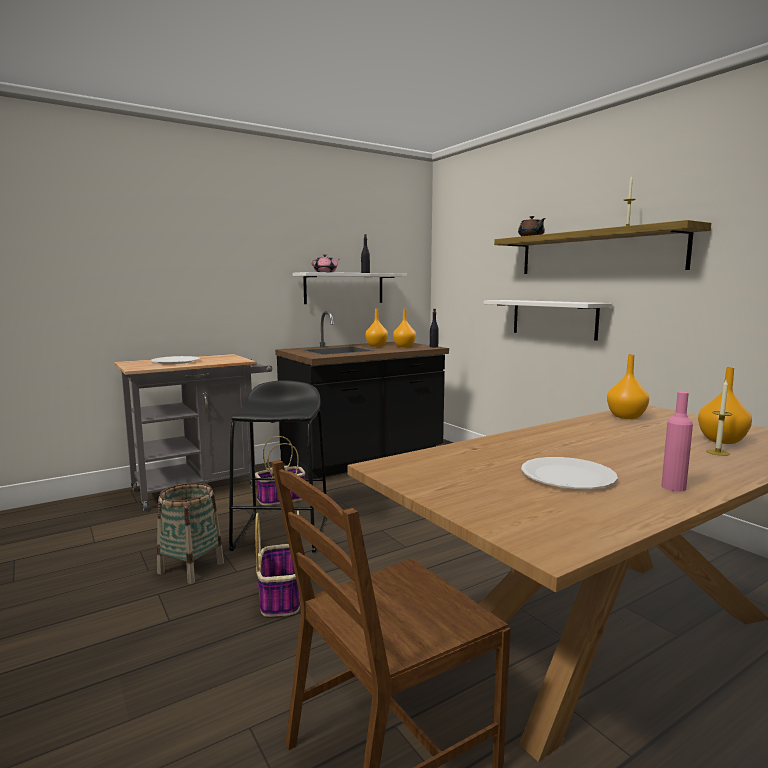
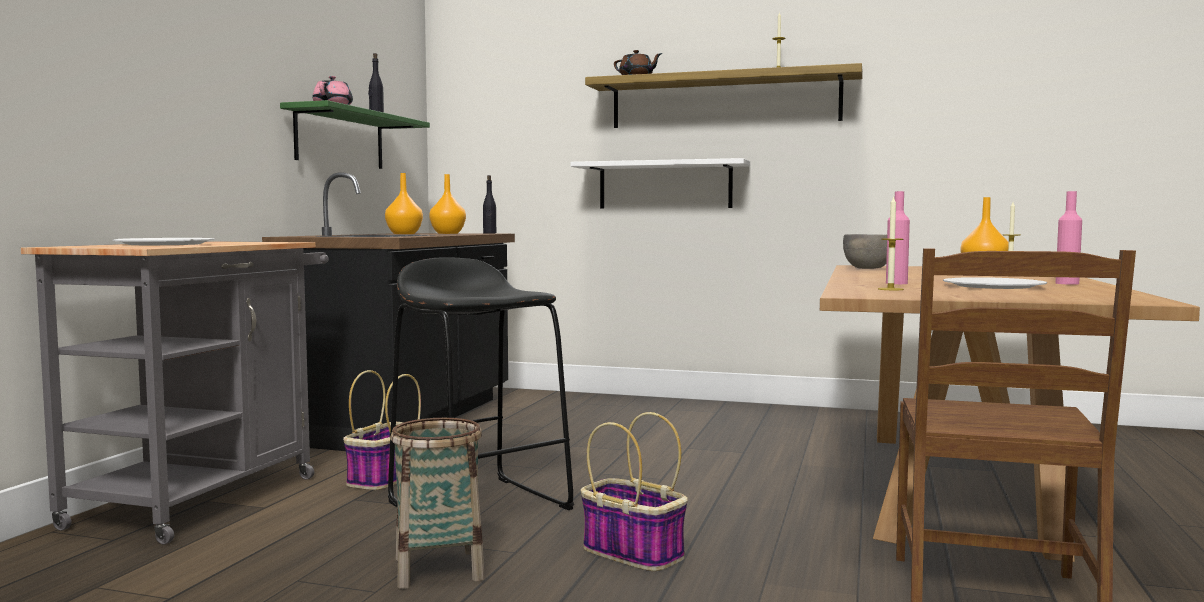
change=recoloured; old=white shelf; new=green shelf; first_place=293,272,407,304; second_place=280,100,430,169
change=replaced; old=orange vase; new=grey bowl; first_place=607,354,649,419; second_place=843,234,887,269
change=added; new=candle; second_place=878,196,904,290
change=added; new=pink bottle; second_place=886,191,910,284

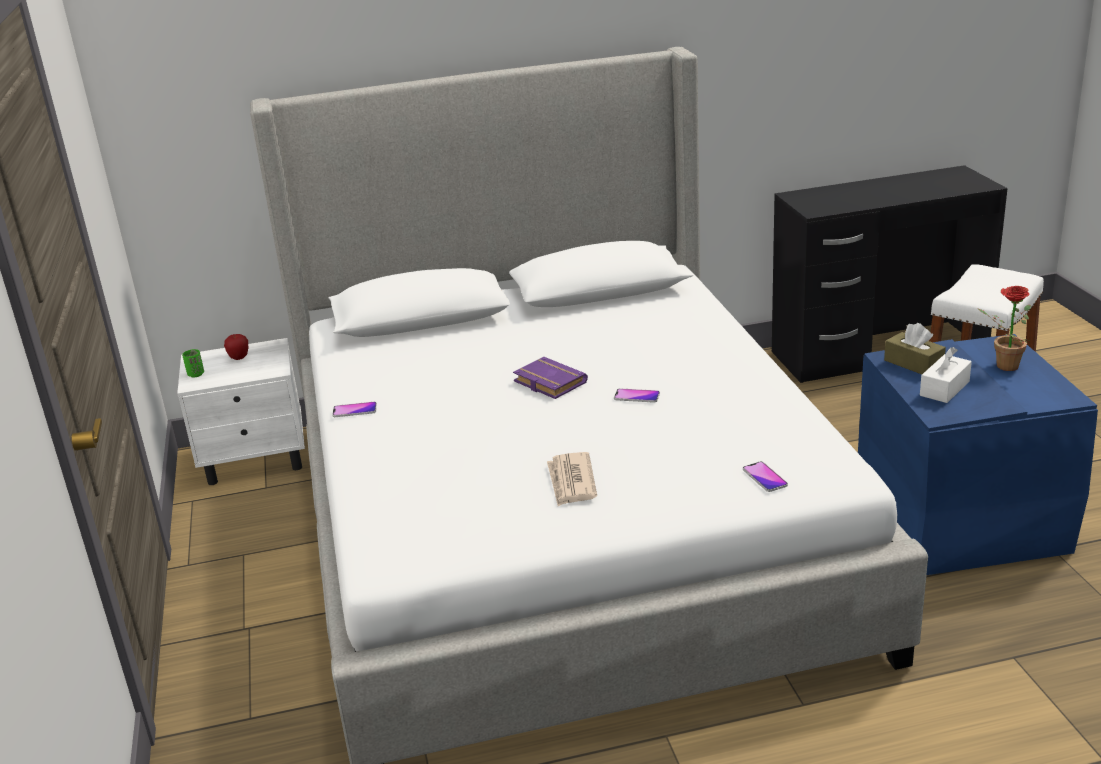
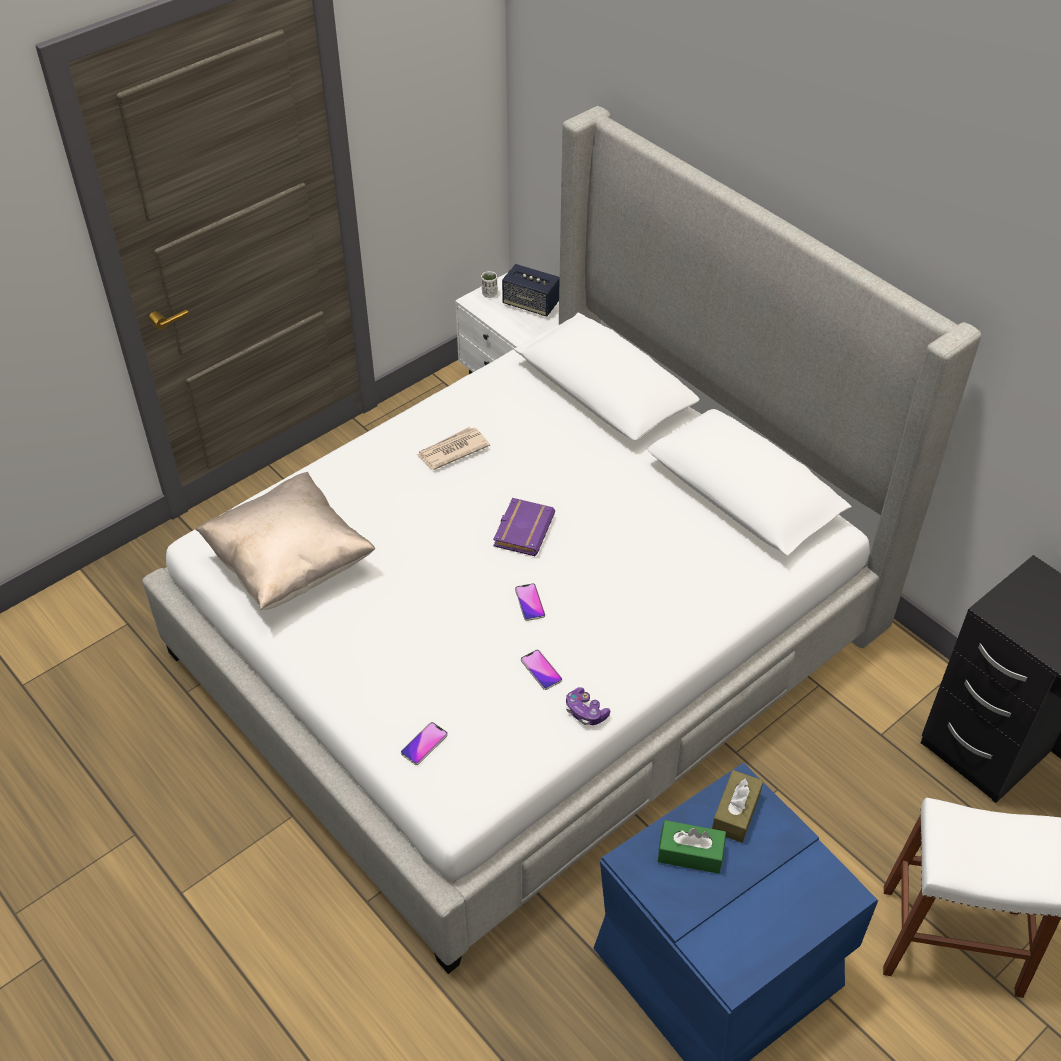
change=recoloured; old=green cup; new=white cup; first_place=182,349,204,377; second_place=481,271,498,298
change=replaced; old=apple; new=speaker; first_place=224,334,248,360; second_place=502,264,560,316
change=moved; old=phone; first_place=332,402,377,417; second_place=521,650,562,690
change=moved; old=newspaper; first_place=547,452,597,506; second_place=417,427,490,470
change=recoloured; old=white tissue box; new=green tissue box; first_place=920,347,972,403; second_place=658,820,726,874
change=removed; old=potted plant; first_place=977,286,1031,371
change=added; new=beige pillow; second_place=195,472,375,610
change=added; new=game controller; second_place=566,687,610,725

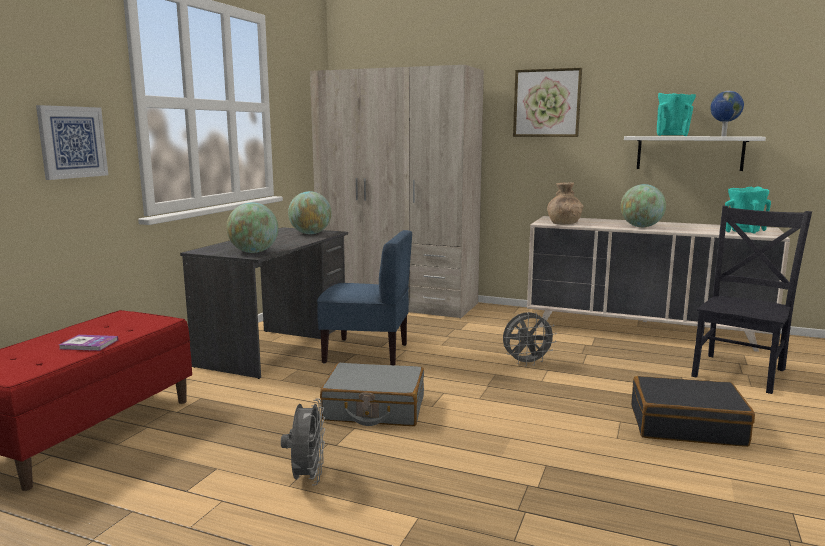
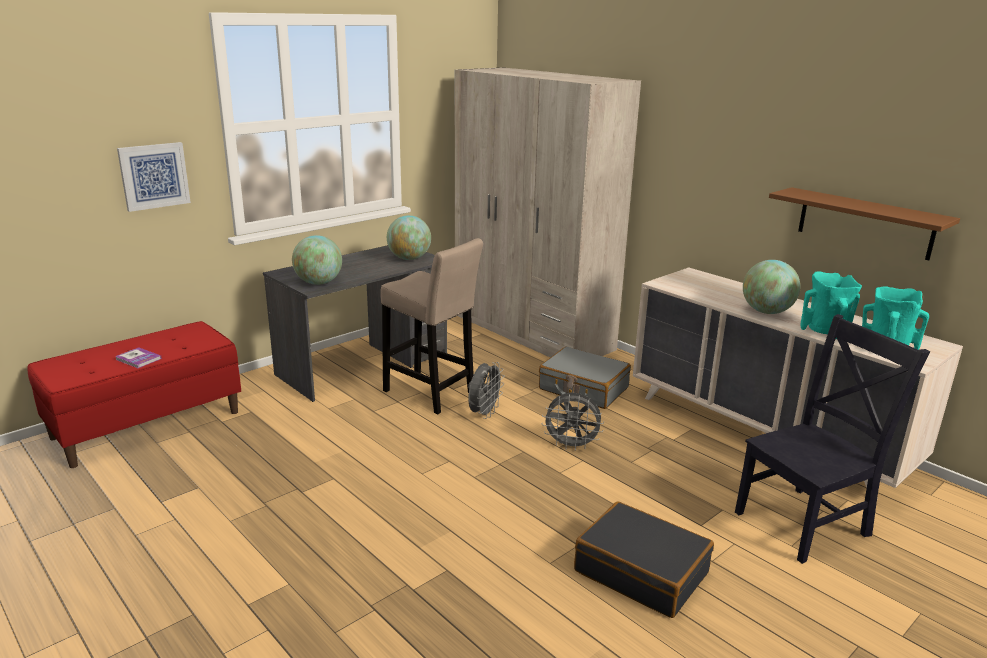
change=moved; old=grey fan; first_place=281,398,325,485; second_place=468,362,505,419
change=replaced; old=blue chair; new=beige stool; first_place=317,230,412,365; second_place=380,238,483,414
change=moved; old=grey suitcase; first_place=320,362,424,426; second_place=539,347,631,409
change=removed; old=picture; first_place=513,68,582,137
change=removed; old=brown vase; first_place=547,182,584,224
change=recoloured; old=white shelf; new=brown shelf; first_place=624,136,766,171; second_place=769,187,960,260
change=moved; old=turquoise vase; first_place=657,93,696,136; second_place=801,271,862,339
change=removed; old=globe; first_place=710,91,744,136

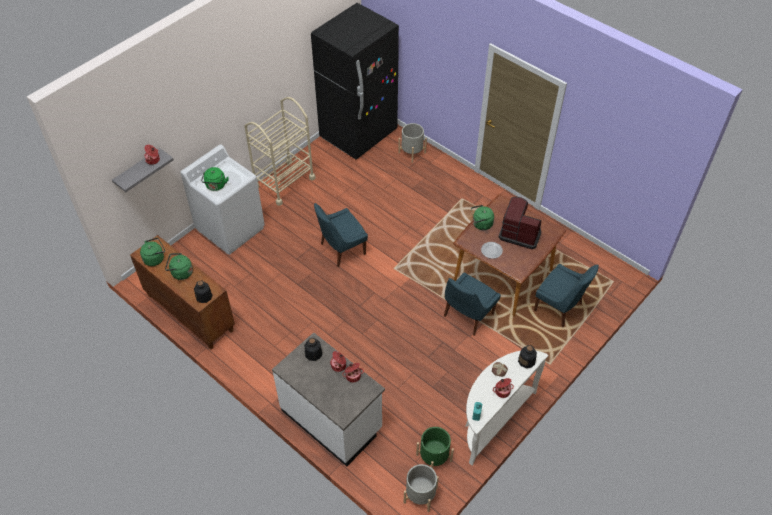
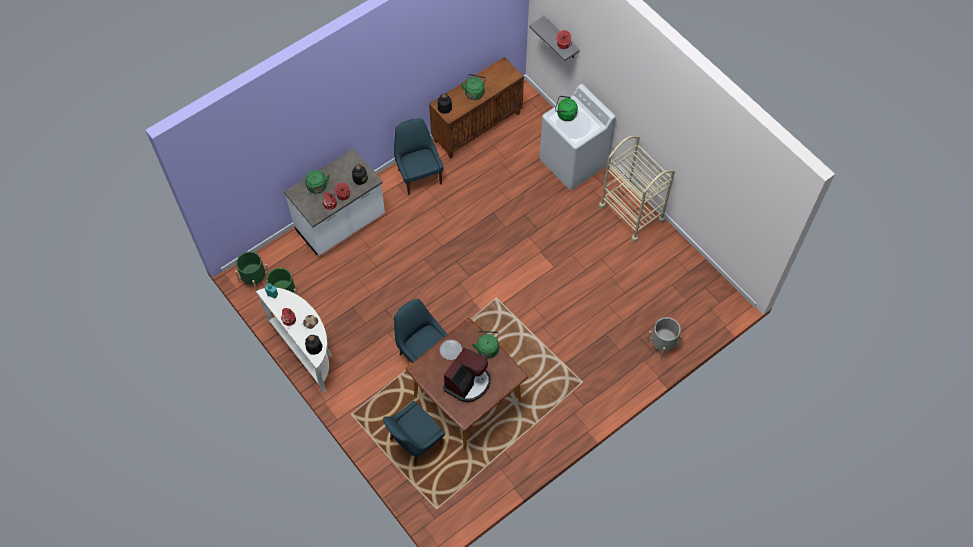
change=moved; old=green kettle; first_place=140,238,165,266; second_place=305,170,330,193
change=removed; old=black fridge; first_place=311,3,399,160
change=moved; old=blue chair; first_place=314,203,368,267; second_place=394,118,444,195
change=recoloured; old=grey planter; new=green planter; first_place=403,464,439,512; second_place=235,251,269,291

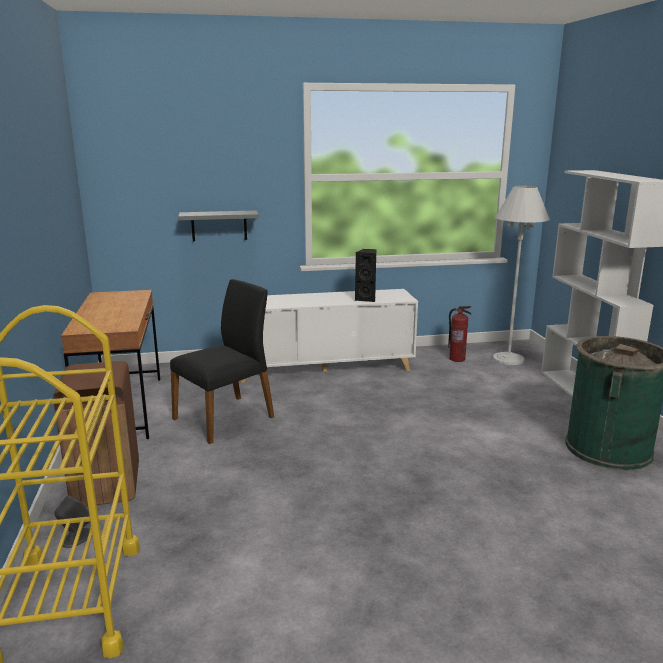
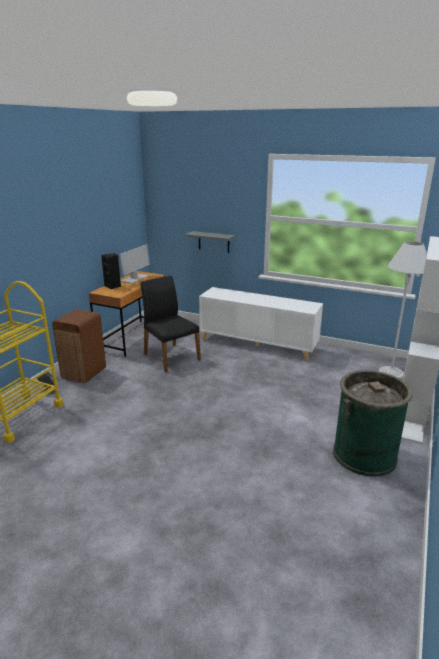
change=turned; old=black chair; first_place=170,279,274,444; second_place=140,276,201,372; degrees=-120
change=moved; old=black speaker; first_place=355,249,376,302; second_place=101,253,121,289
change=removed; old=fire extinguisher; first_place=448,306,471,362
change=added; new=monitor; second_place=120,244,150,284

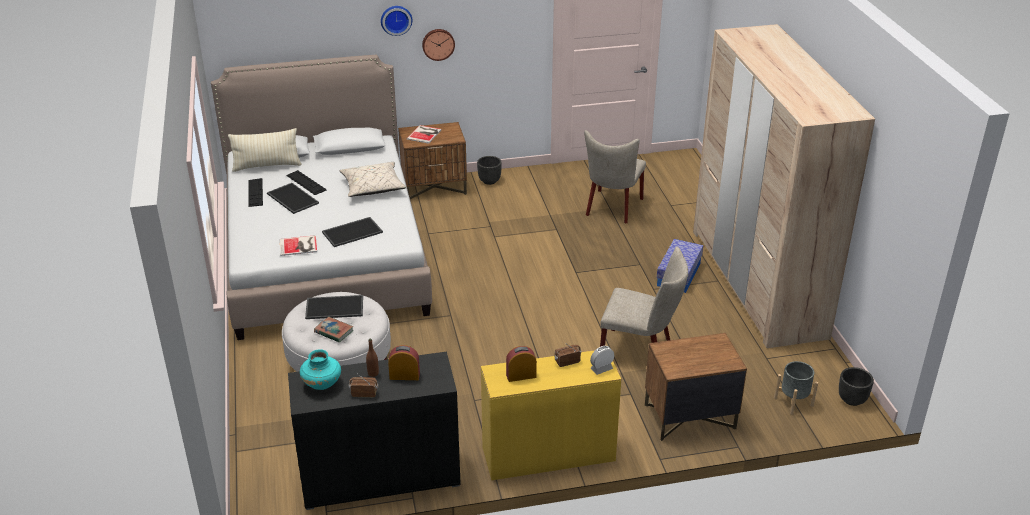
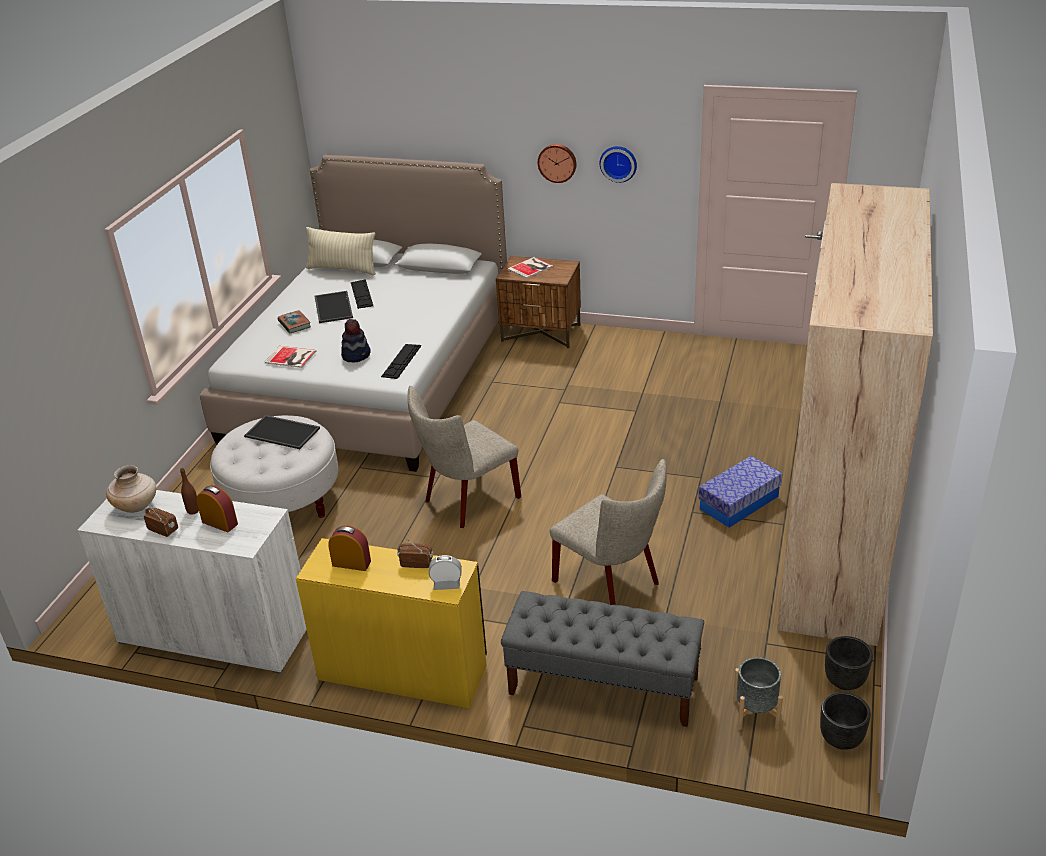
change=moved; old=keyboard; first_place=248,178,263,207; second_place=381,344,421,379
change=recoloured; old=black cabinet; new=white cabinet; first_place=288,352,461,510; second_place=78,490,307,674
change=recoloured; old=turquoise vase; new=beige vase; first_place=300,349,341,390; second_place=106,465,156,513
change=moved; old=book; first_place=314,317,354,343; second_place=278,310,311,333
change=replaced; old=tray; new=hat; first_place=322,217,383,247; second_place=341,319,371,362
change=removed; old=beige pillow; first_place=340,162,407,197
change=moved; old=wall clock; first_place=381,6,412,36; second_place=600,146,637,183
change=moved; old=black planter; first_place=477,156,502,185; second_place=825,636,873,690
change=moved; old=beige chair; first_place=584,130,646,224; second_place=408,386,521,528
change=replaced; old=brown nightstand; new=grey bench; first_place=645,333,747,441; second_place=501,591,704,727

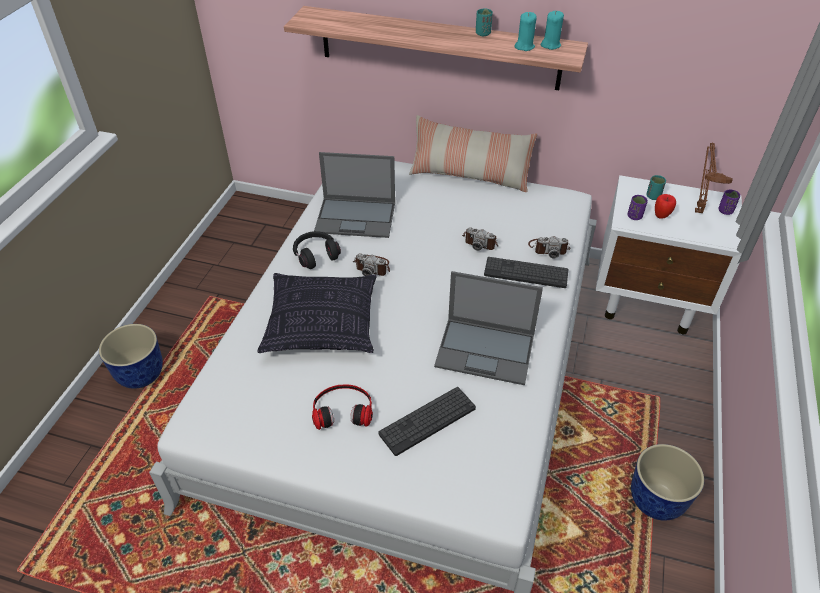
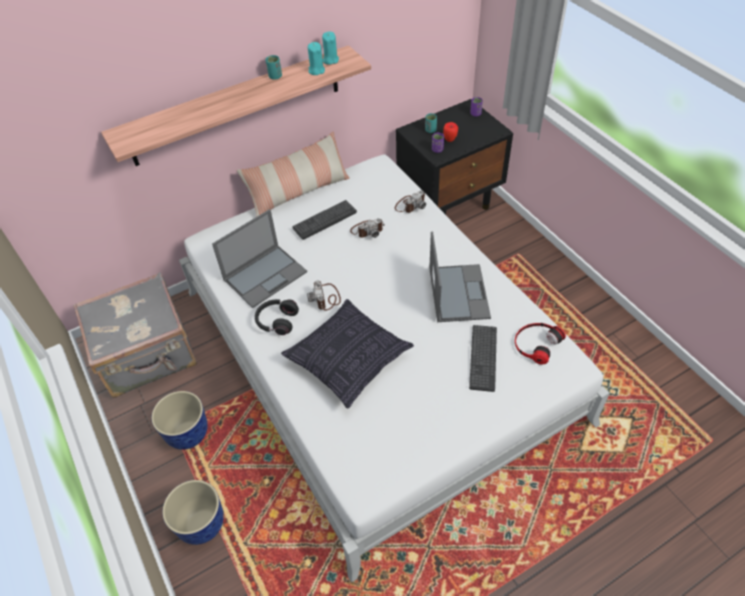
change=moved; old=headphones; first_place=312,384,373,430; second_place=515,323,566,365
change=turned; old=photo camera; first_place=353,253,390,276; second_place=307,280,341,311; degrees=105
change=turned; old=laptop; first_place=434,271,543,385; second_place=429,231,491,322; degrees=-60
change=moved; old=keyboard; first_place=484,257,568,288; second_place=293,200,357,240
change=recoloured; old=white nightstand; new=black nightstand; first_place=595,175,742,334; second_place=396,99,513,215
change=moved; old=planter; first_place=631,444,704,521; second_place=151,391,208,450
change=removed; old=brown table lamp; first_place=695,143,733,213
change=added; new=grey suitcase; second_place=73,273,197,398

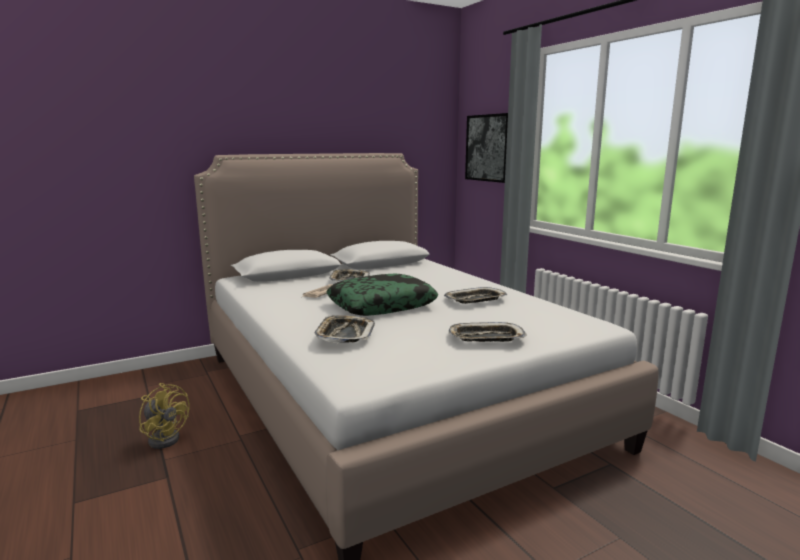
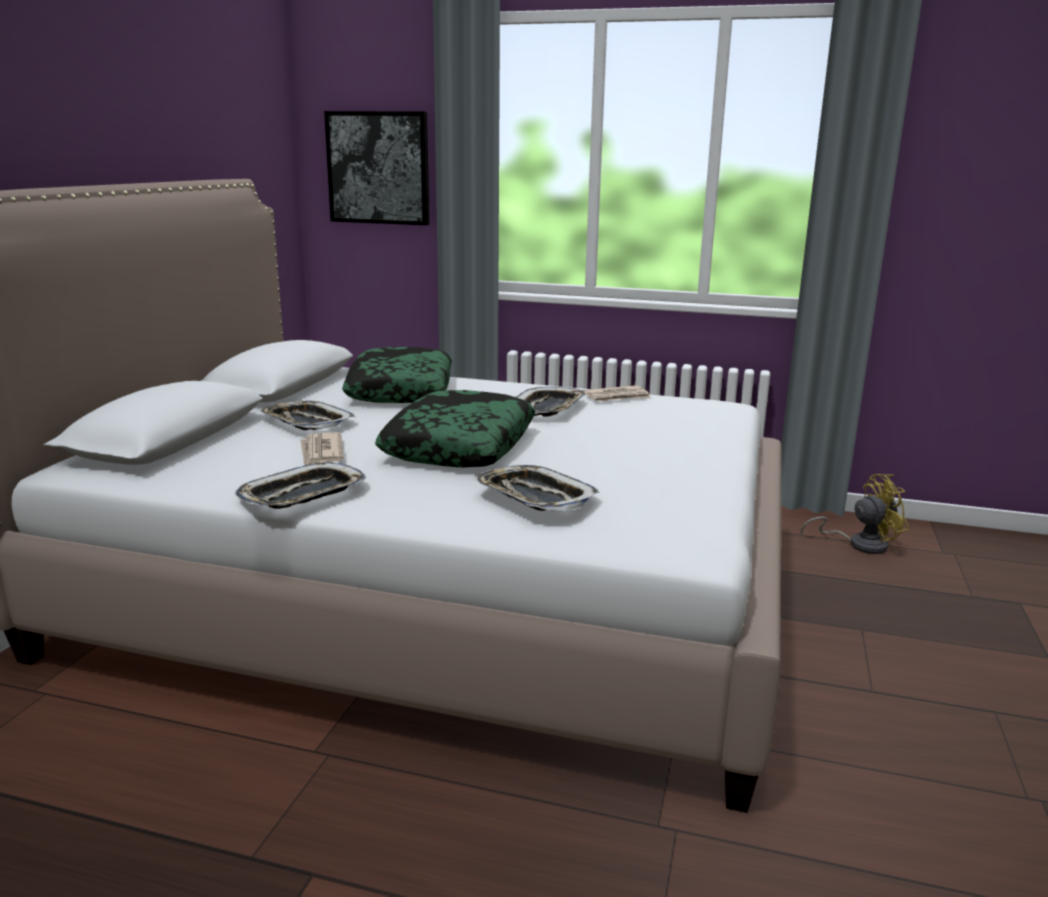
change=moved; old=yellow fan; first_place=139,383,190,449; second_place=800,474,909,554
change=moved; old=tray; first_place=449,322,527,342; second_place=235,462,366,509
change=added; new=pillow; second_place=342,347,452,403
change=added; new=newspaper; second_place=582,385,651,402

